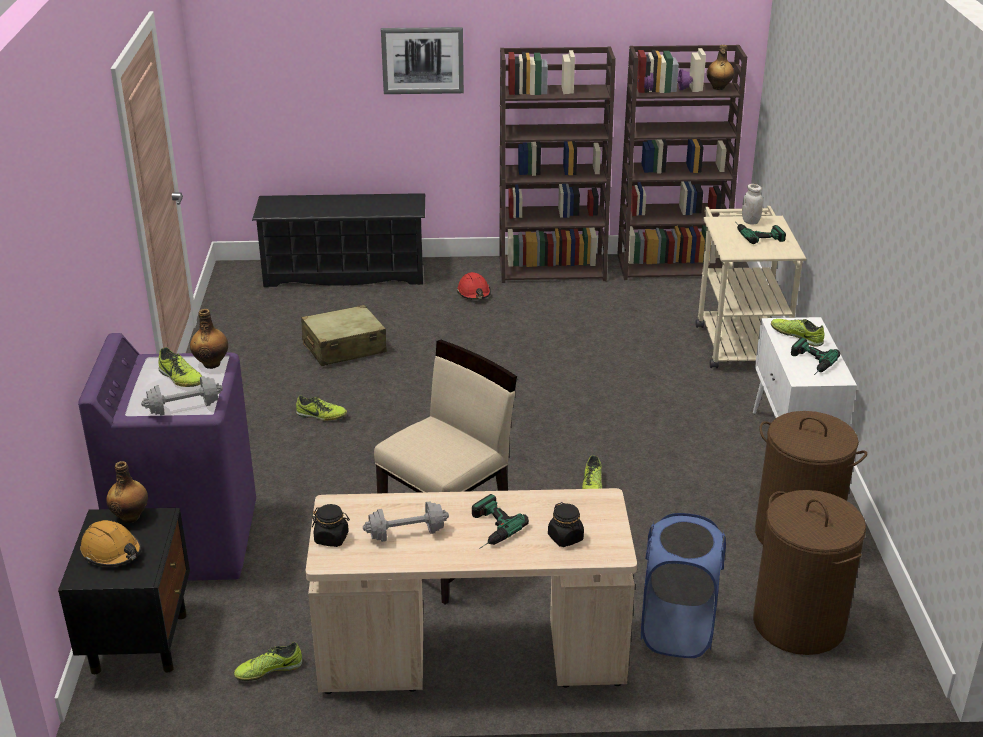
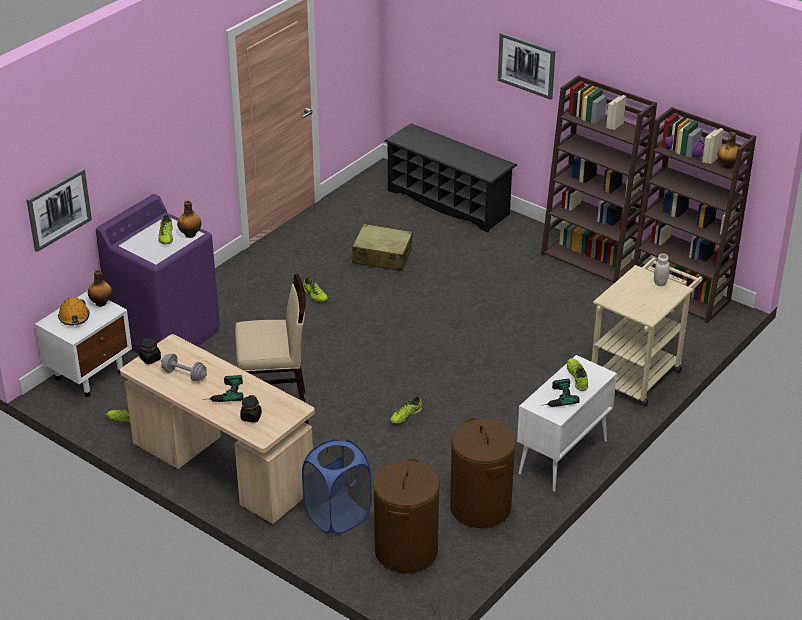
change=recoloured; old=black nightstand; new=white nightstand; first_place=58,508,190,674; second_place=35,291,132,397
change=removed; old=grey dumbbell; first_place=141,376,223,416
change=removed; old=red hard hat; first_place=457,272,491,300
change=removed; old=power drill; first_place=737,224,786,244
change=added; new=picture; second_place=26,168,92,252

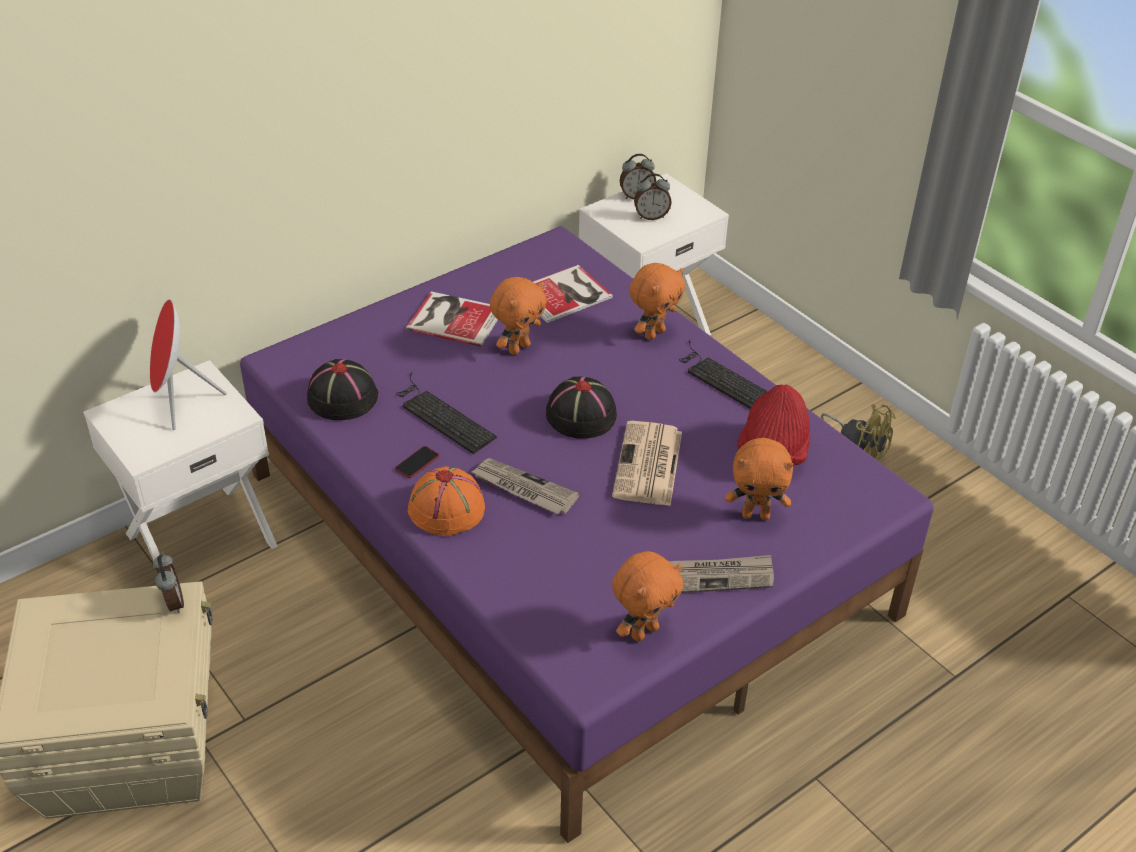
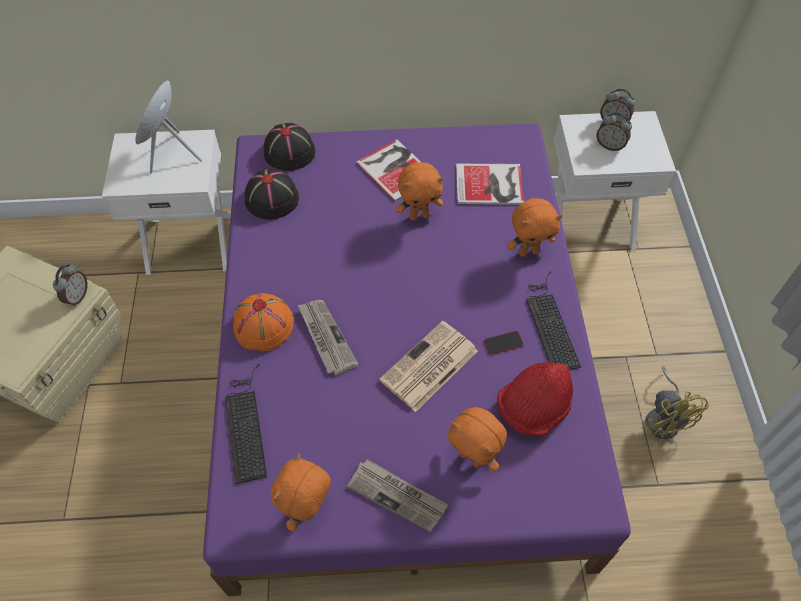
change=moved; old=phone; first_place=395,446,439,478; second_place=484,331,524,355
change=moved; old=keyboard; first_place=396,372,497,454; second_place=225,364,267,484
change=moved; old=black hat; first_place=546,377,617,439; second_place=264,123,316,171
change=turned; old=orange plush toy; first_place=612,551,683,641; second_place=271,454,331,532; degrees=120

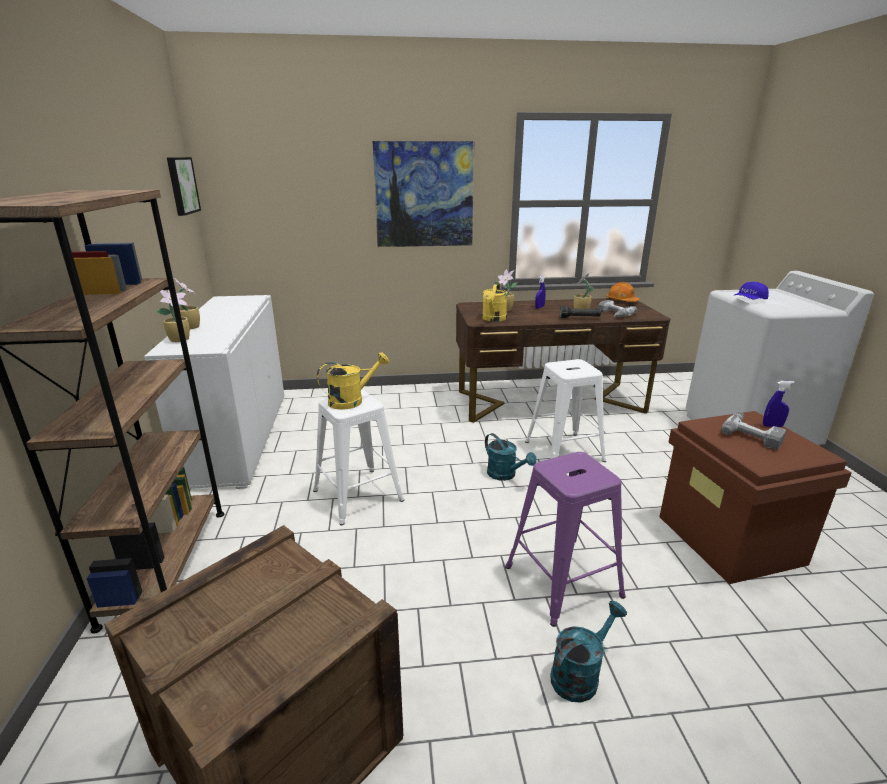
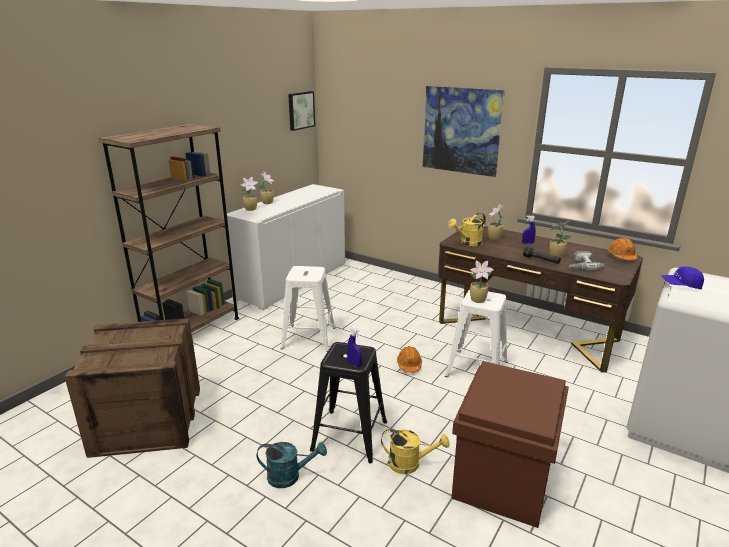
change=moved; old=yellow watering can; first_place=317,352,389,410; second_place=381,429,450,474
change=replaced; old=turquoise watering can; new=orange hard hat; first_place=485,433,537,481; second_place=397,346,422,372
change=recoloured; old=purple stool; new=black stool; first_place=505,452,626,627; second_place=310,342,387,464
change=removed; old=power drill; first_place=721,412,786,450
change=moved; old=blue spray bottle; first_place=763,381,795,427; second_place=347,327,362,367
change=added; new=potted plant; second_place=470,260,493,303

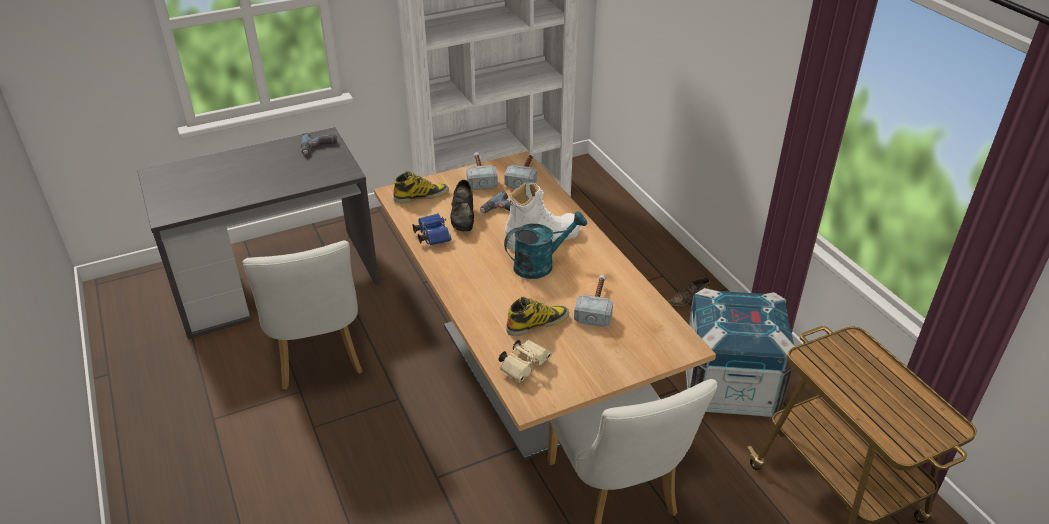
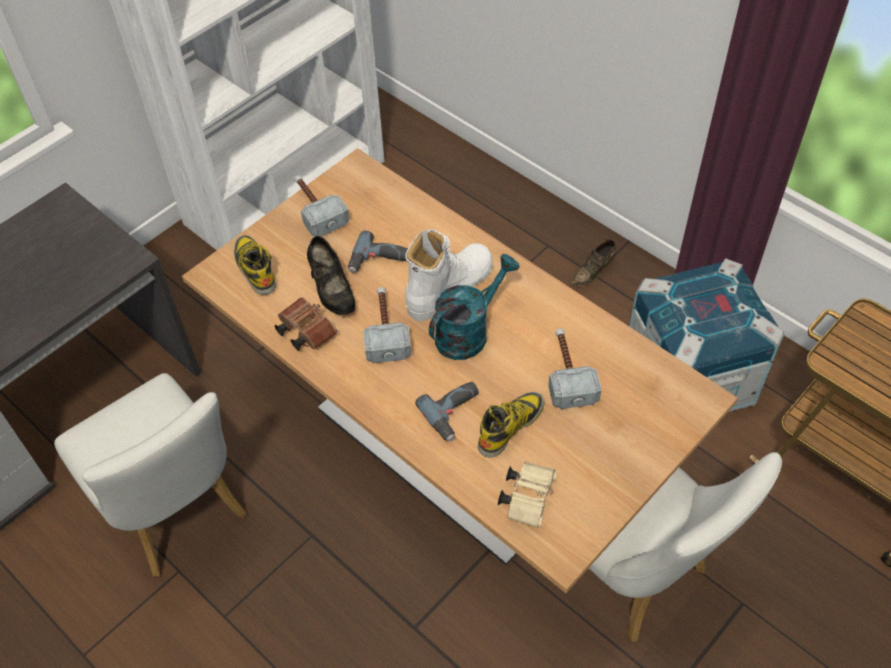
change=moved; old=power drill; first_place=301,133,337,155; second_place=415,382,479,441
change=turned; old=boot; first_place=393,171,449,203; second_place=234,235,276,295; degrees=-75
change=recoloured; old=blue binoculars; new=brown binoculars; first_place=413,213,451,245; second_place=275,297,337,351
change=moved; old=hammer; first_place=504,153,537,189; second_place=363,287,412,363

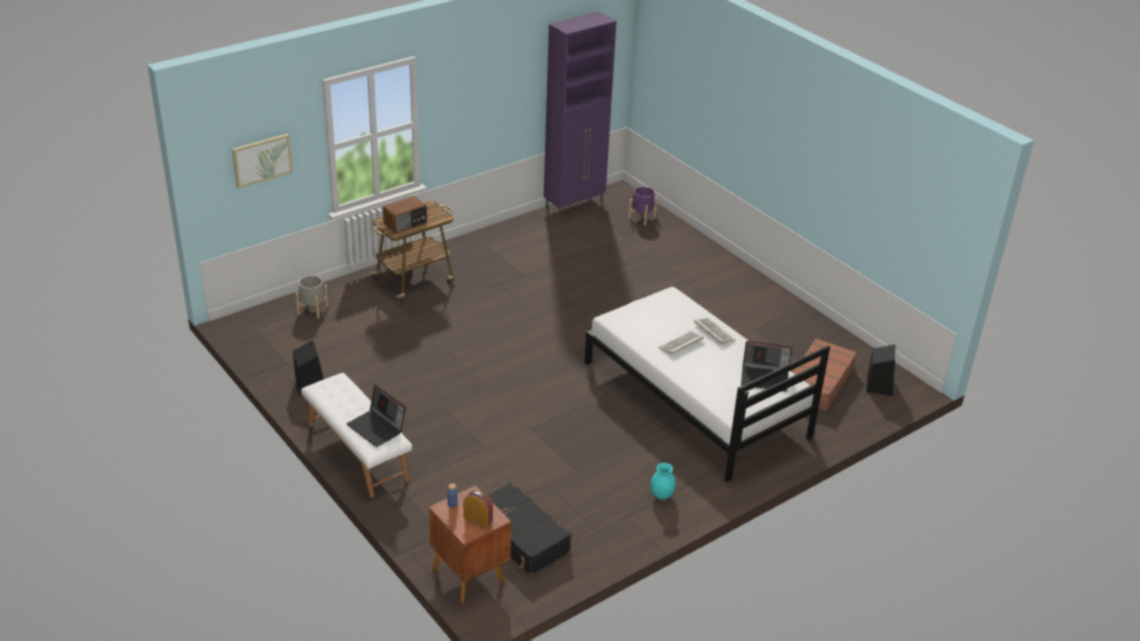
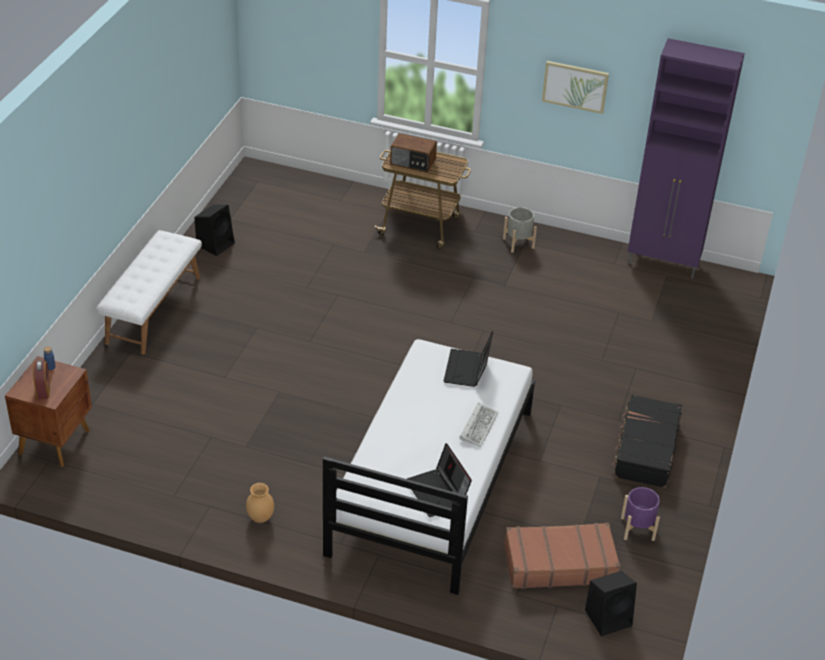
change=moved; old=picture; first_place=232,134,293,188; second_place=542,61,609,114
change=moved; old=grey planter; first_place=295,275,328,318; second_place=503,207,537,253
change=moved; old=laptop; first_place=347,385,406,447; second_place=443,331,493,387
change=moved; old=black suitcase; first_place=488,482,572,576; second_place=611,394,682,488
change=moved; old=purple planter; first_place=628,187,658,225; second_place=621,487,660,541
change=recoloured; old=turquoise vase; new=brown vase; first_place=650,463,676,500; second_place=246,483,274,523
change=removed; old=keyboard; first_place=658,331,704,355

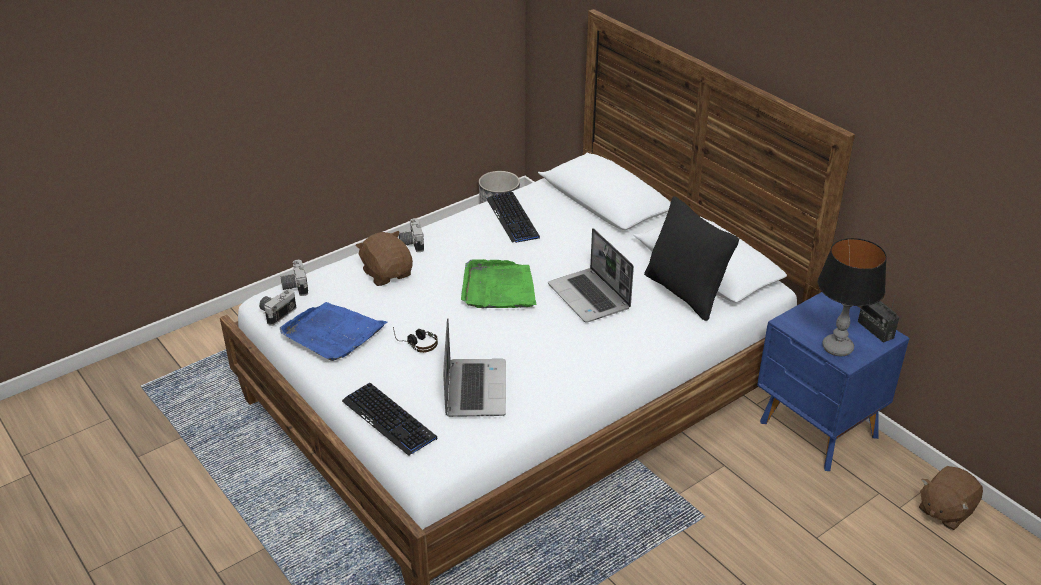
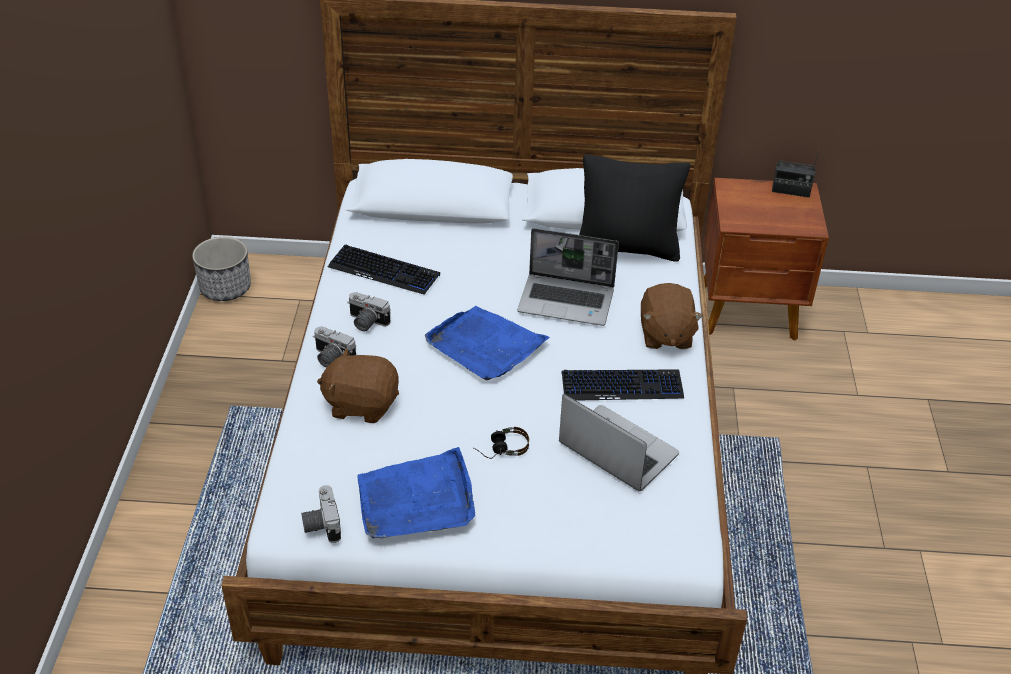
change=moved; old=photo camera; first_place=280,260,308,296; second_place=347,292,391,331
change=moved; old=keyboard; first_place=342,383,438,456; second_place=561,369,684,401
change=recoloured; old=green tray; new=blue tray; first_place=461,259,536,308; second_place=425,306,550,380
change=recoloured; old=blue nightstand; new=brown nightstand; first_place=757,292,910,471; second_place=703,178,829,341
change=removed; old=table lamp; first_place=818,238,887,356
change=moved; old=brown plush toy; first_place=919,466,983,530; second_place=641,283,704,349

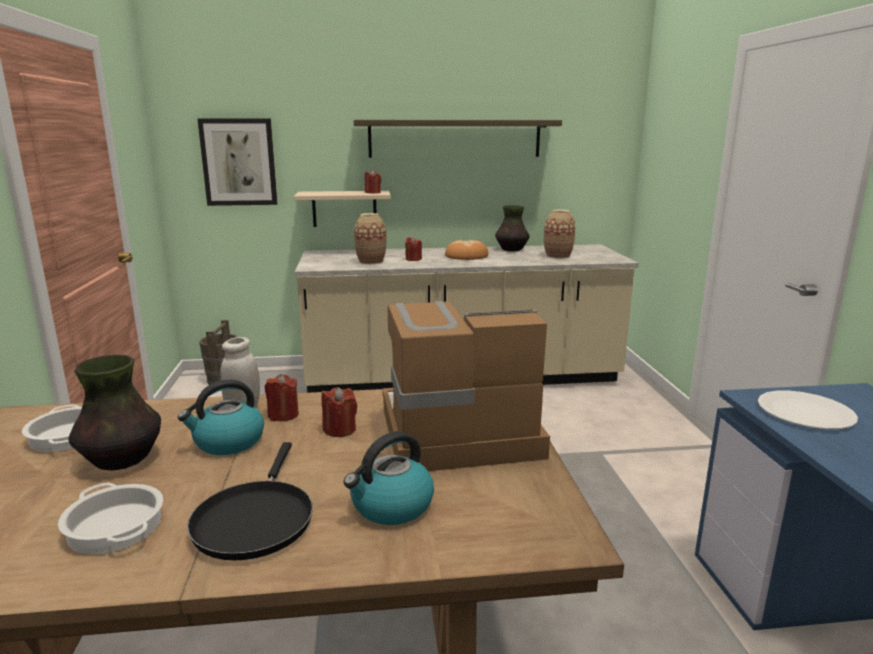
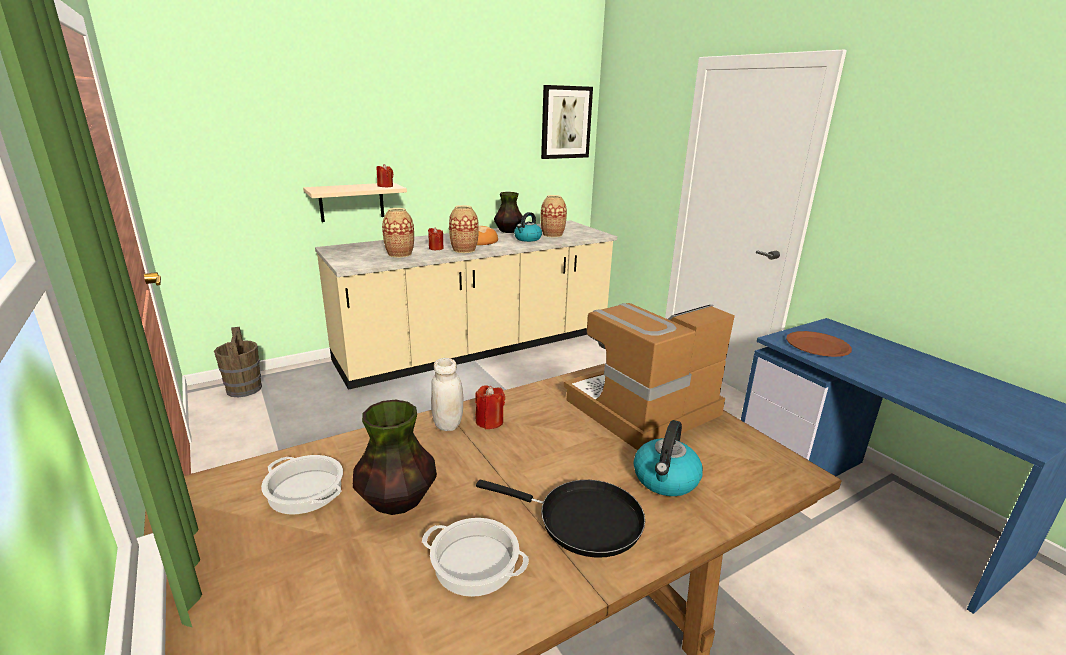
change=moved; old=kettle; first_place=178,379,264,455; second_place=514,212,542,242
change=turned; old=black frying pan; first_place=187,442,313,560; second_place=476,480,645,558; degrees=-45
change=moved; old=picture; first_place=197,118,278,206; second_place=541,85,593,159
change=removed; old=red candle; first_place=321,387,357,437
change=removed; old=shelf; first_place=354,120,562,158
change=recoloured; old=white plate; new=brown plate; first_place=758,391,858,429; second_place=786,331,852,357
change=added; new=vase; second_place=449,205,479,253

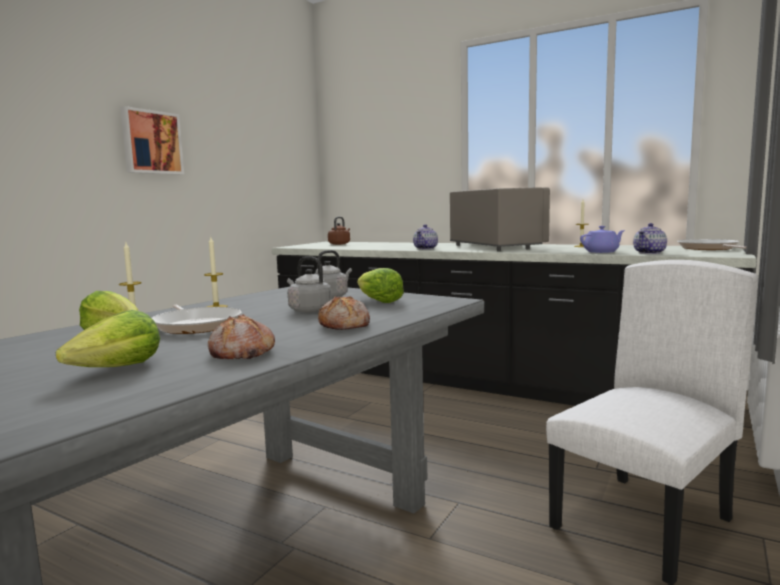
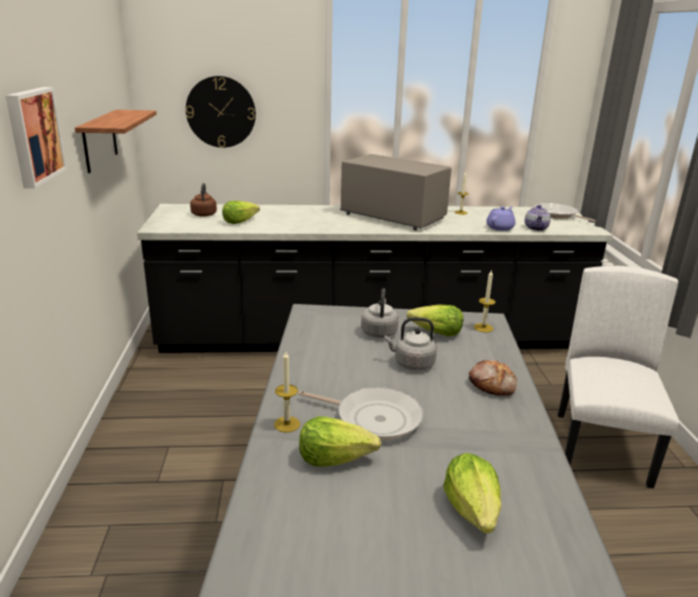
change=moved; old=candle; first_place=204,237,228,307; second_place=474,269,496,332
change=removed; old=bread; first_place=208,314,275,359
change=removed; old=teapot; first_place=413,224,438,250
change=added; new=shelf; second_place=75,110,157,173
change=added; new=wall clock; second_place=186,76,256,148
change=added; new=lettuce; second_place=222,201,260,224

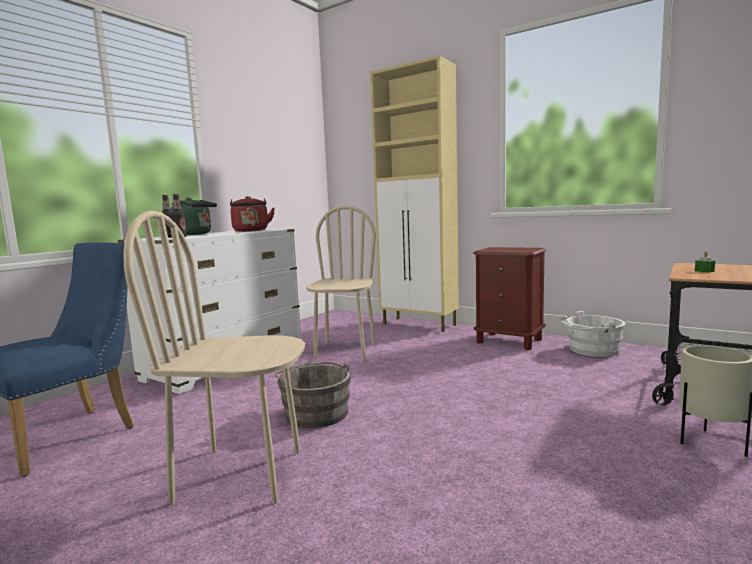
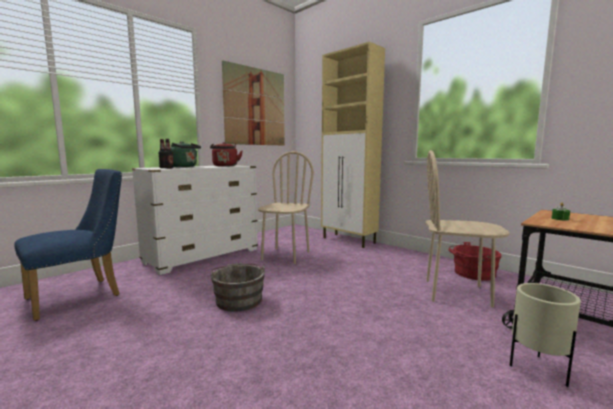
change=moved; old=beige chair; first_place=123,211,305,505; second_place=426,150,510,307
change=removed; old=brown nightstand; first_place=473,247,547,350
change=recoloured; old=white bucket; new=red bucket; first_place=560,311,626,357; second_place=449,242,501,281
change=added; new=picture; second_place=222,60,285,145

